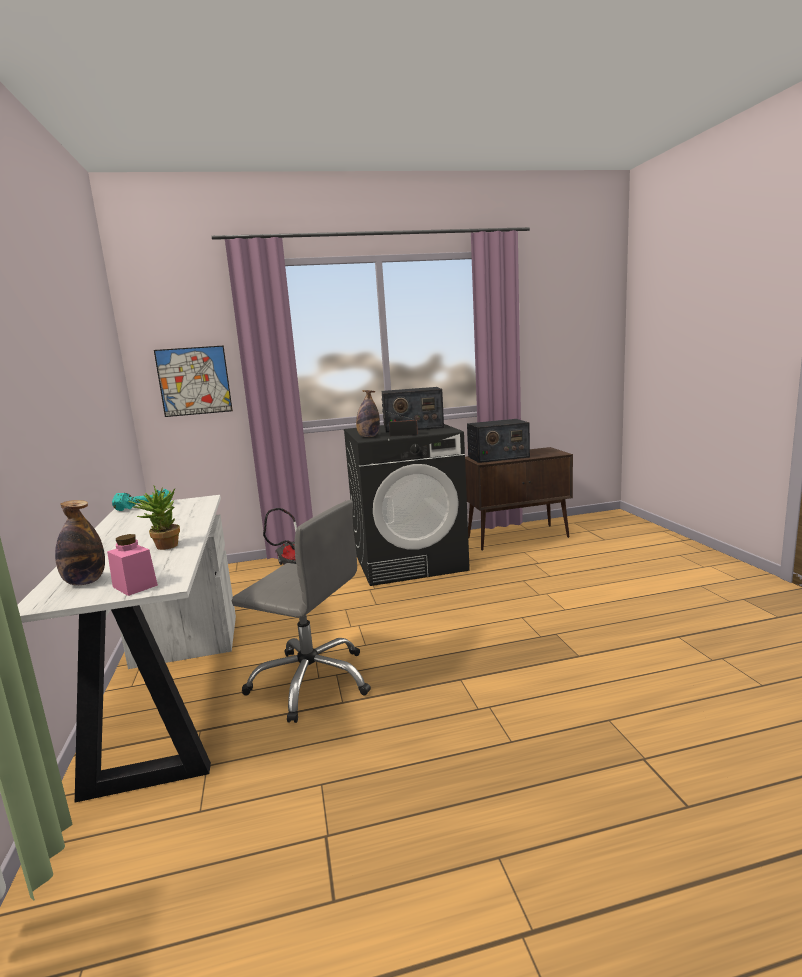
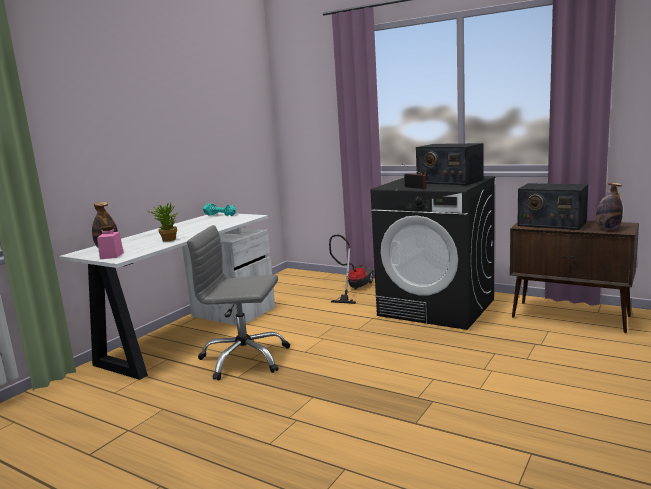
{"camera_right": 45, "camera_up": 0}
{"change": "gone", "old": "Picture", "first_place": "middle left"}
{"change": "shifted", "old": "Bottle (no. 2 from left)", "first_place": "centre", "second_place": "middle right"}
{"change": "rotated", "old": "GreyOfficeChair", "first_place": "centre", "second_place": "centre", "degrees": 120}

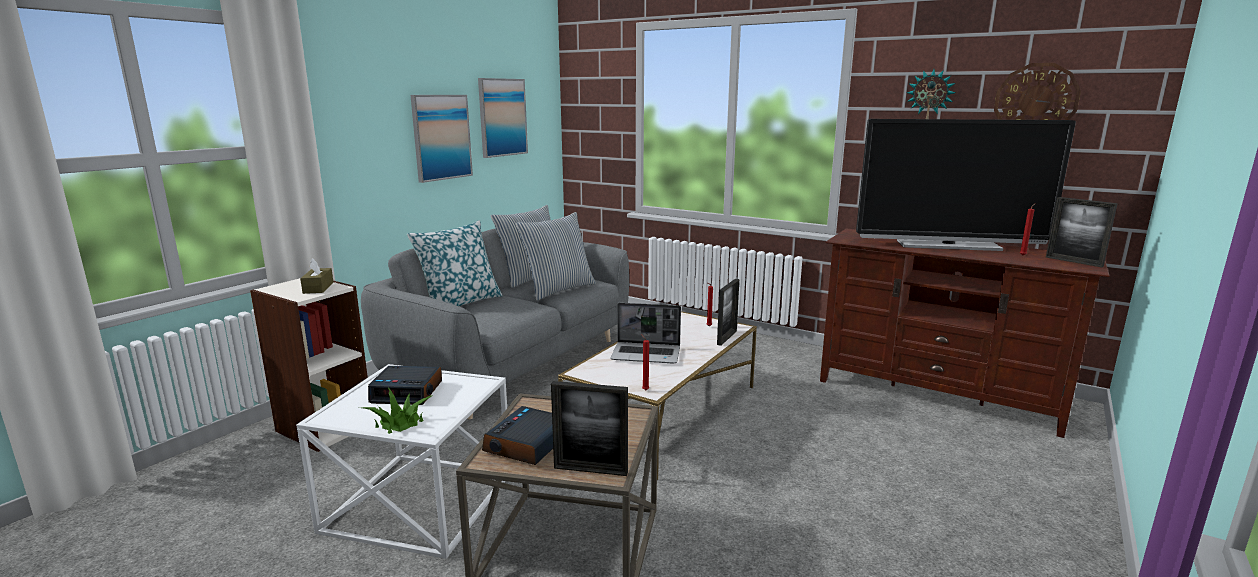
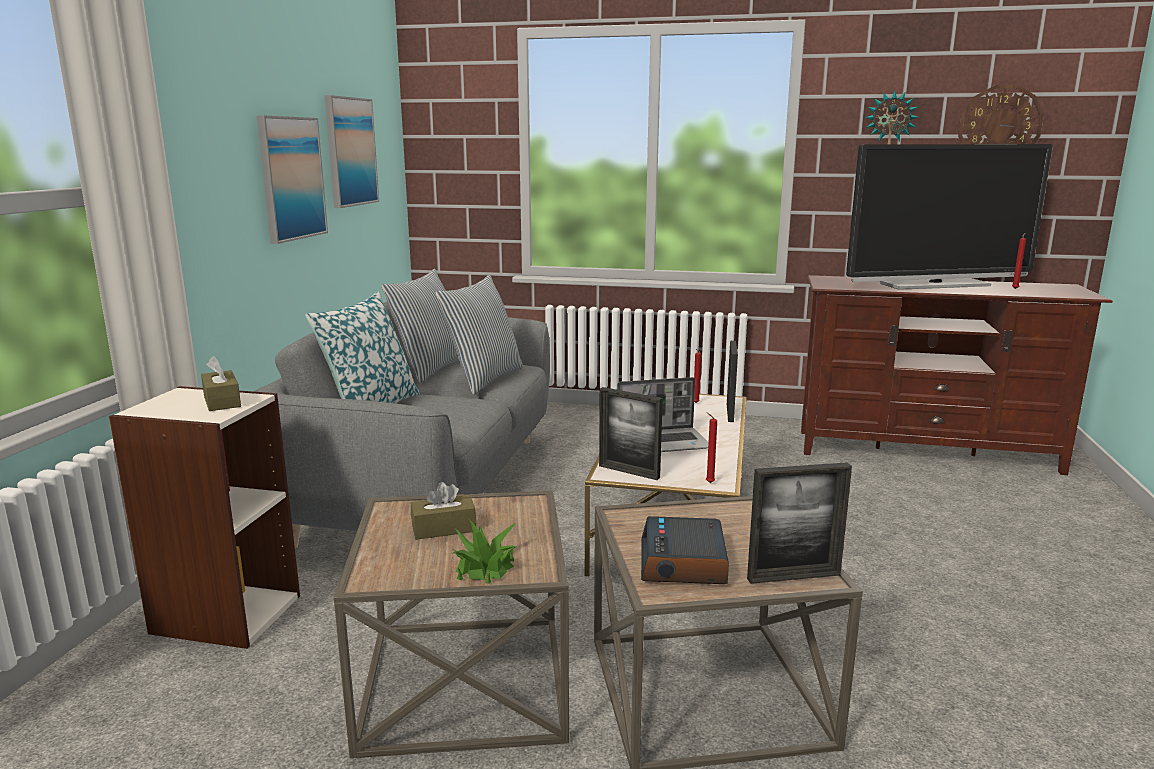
{"camera_right": -20, "camera_up": 0}
{"change": "shifted", "old": "PictureFrame (no. 3 from left in the first image)", "new": "PictureFrame (no. 1 from left)", "first_place": "middle right", "second_place": "centre"}
{"change": "repainted", "old": "WhiteSideTable", "new": "BrownSideTable (no. 1 from left)", "first_place": "bottom left", "second_place": "bottom centre"}
{"change": "swapped", "old": "AlarmClock (no. 1 from left)", "new": "BrownTissueBox (no. 2 from left)", "first_place": "bottom left", "second_place": "centre"}

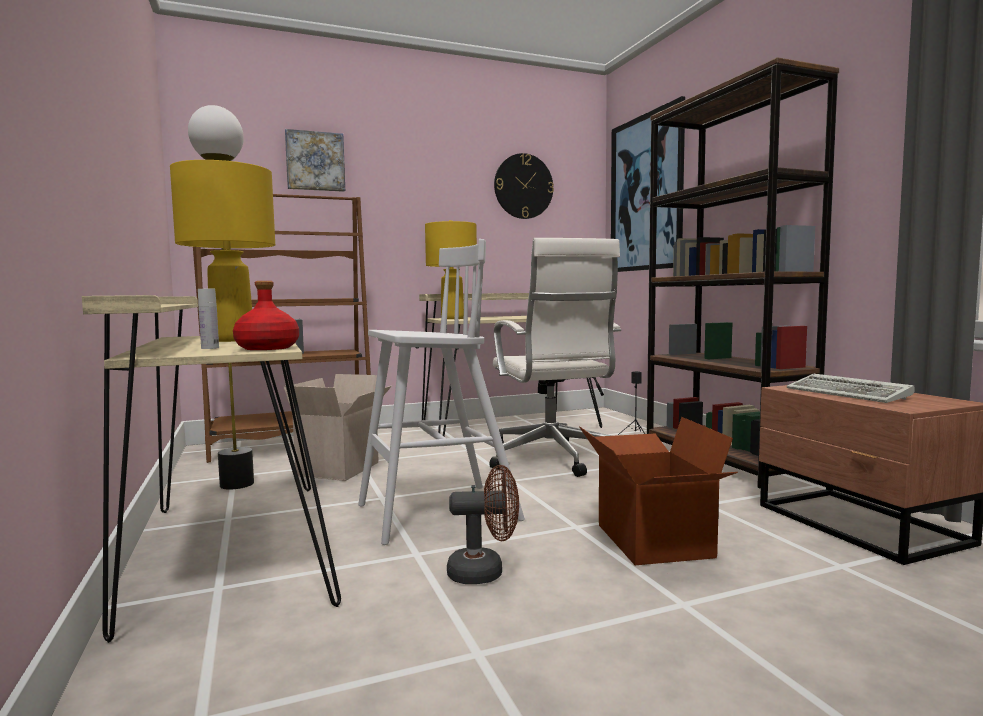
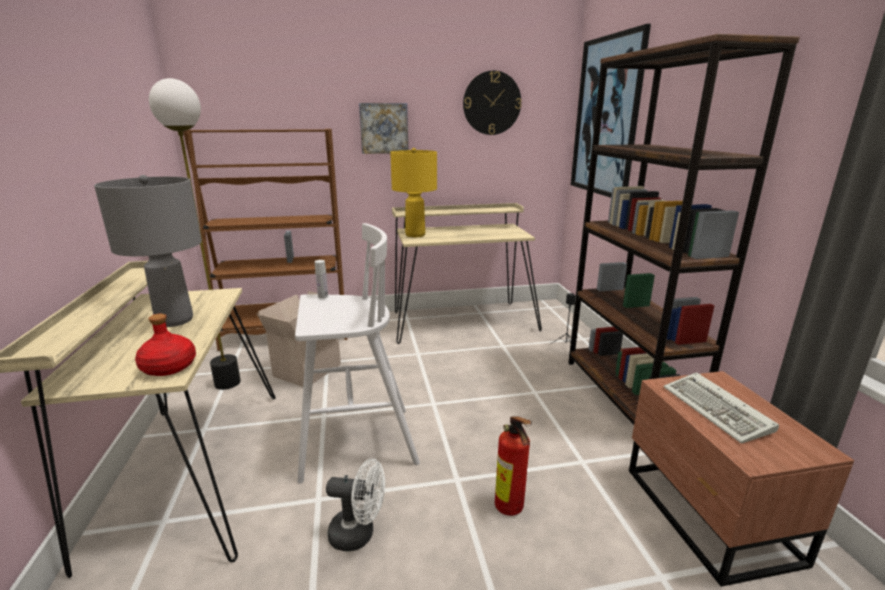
{"camera_right": 10, "camera_up": 15}
{"change": "shifted", "old": "Picture (no. 1 from left)", "first_place": "top left", "second_place": "top centre"}
{"change": "repainted", "old": "YellowTableLamp (no. 1 from left)", "new": "GreyTableLamp", "first_place": "middle left", "second_place": "middle left"}
{"change": "gone", "old": "WhiteOfficeChair", "first_place": "centre"}
{"change": "shifted", "old": "WhiteBottle", "first_place": "middle left", "second_place": "centre"}
{"change": "swapped", "old": "CardboardBox (no. 2 from left)", "new": "FireExtinguisher", "first_place": "bottom right", "second_place": "bottom centre"}
{"change": "repainted", "old": "BrownFan", "new": "WhiteFan", "first_place": "bottom centre", "second_place": "bottom centre"}

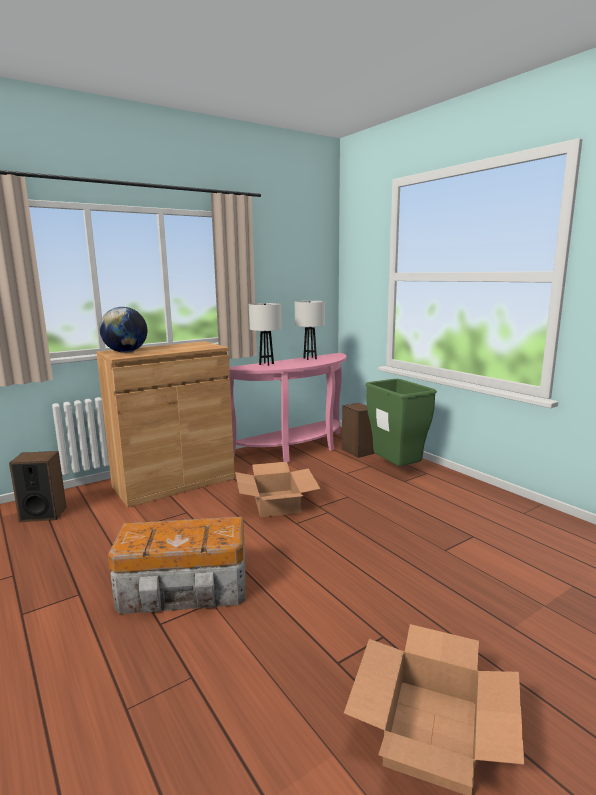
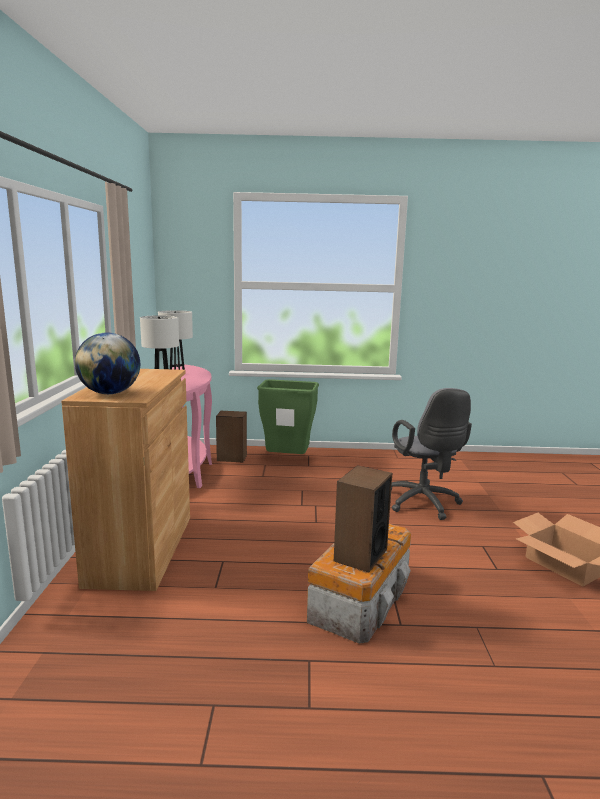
{"camera_right": -55, "camera_up": 0}
{"change": "shifted", "old": "Speaker (no. 1 from left in the first image)", "new": "Speaker (no. 2 from left)", "first_place": "middle left", "second_place": "centre"}
{"change": "gone", "old": "CardboardBox (no. 1 from left)", "first_place": "centre"}
{"change": "new", "new": "GreyOfficeChair", "second_place": "middle right"}

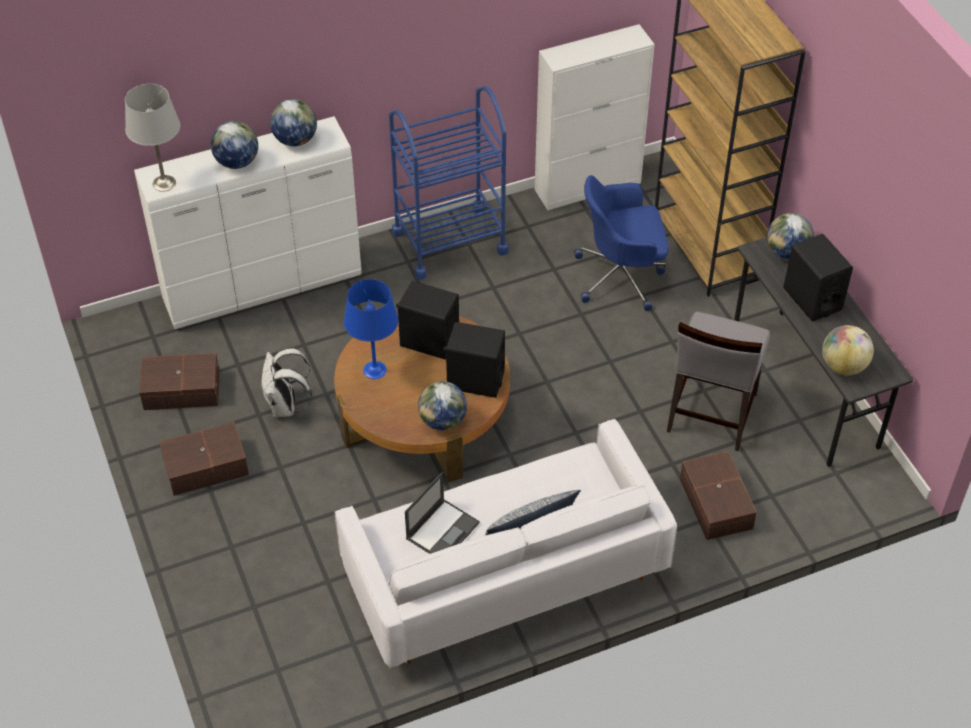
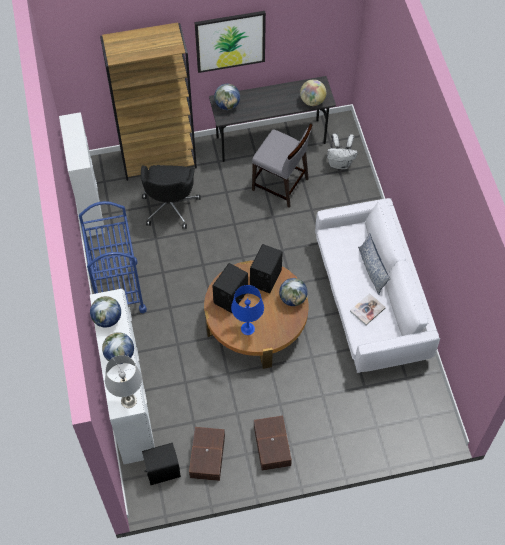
{"camera_right": -80, "camera_up": 10}
{"change": "repainted", "old": "BlueOfficeChair", "new": "BlackOfficeChair", "first_place": "centre", "second_place": "centre"}
{"change": "shifted", "old": "BlackSpeaker (no. 3 from left in the first image)", "new": "BlackSpeaker (no. 1 from left)", "first_place": "middle right", "second_place": "bottom left"}
{"change": "shifted", "old": "WhiteBackpack", "first_place": "middle left", "second_place": "top right"}
{"change": "gone", "old": "BrownStorageBox (no. 3 from left)", "first_place": "bottom right"}
{"change": "swapped", "old": "Laptop", "new": "Book", "first_place": "bottom centre", "second_place": "middle right"}
{"change": "new", "new": "Picture", "second_place": "top centre"}

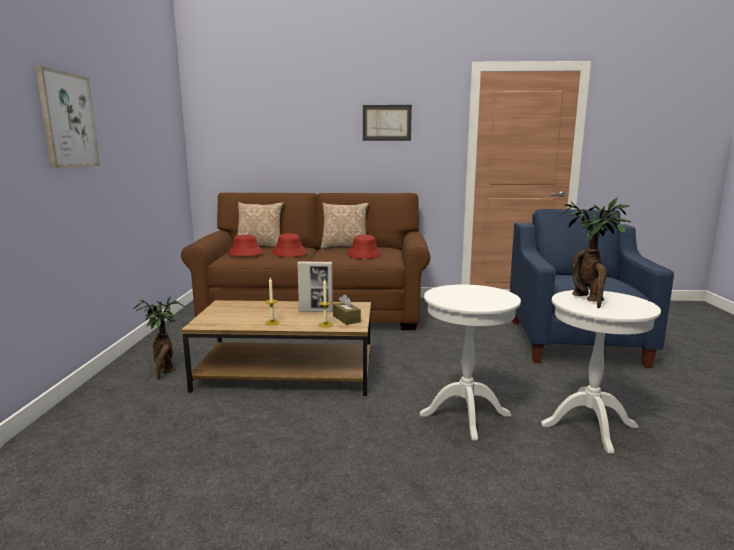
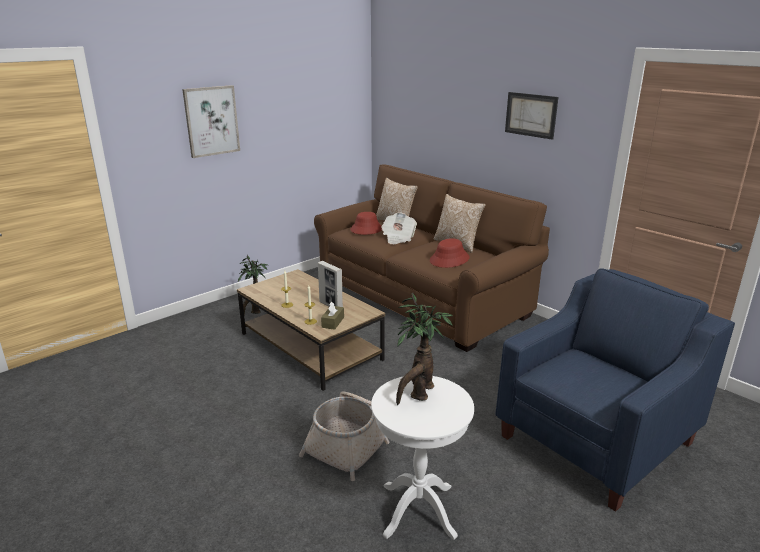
{"camera_right": 45, "camera_up": 10}
{"change": "swapped", "old": "RedHat (no. 2 from left)", "new": "Newspaper", "first_place": "centre", "second_place": "centre"}
{"change": "swapped", "old": "WhiteSideTable (no. 1 from left)", "new": "Basket", "first_place": "centre", "second_place": "bottom centre"}

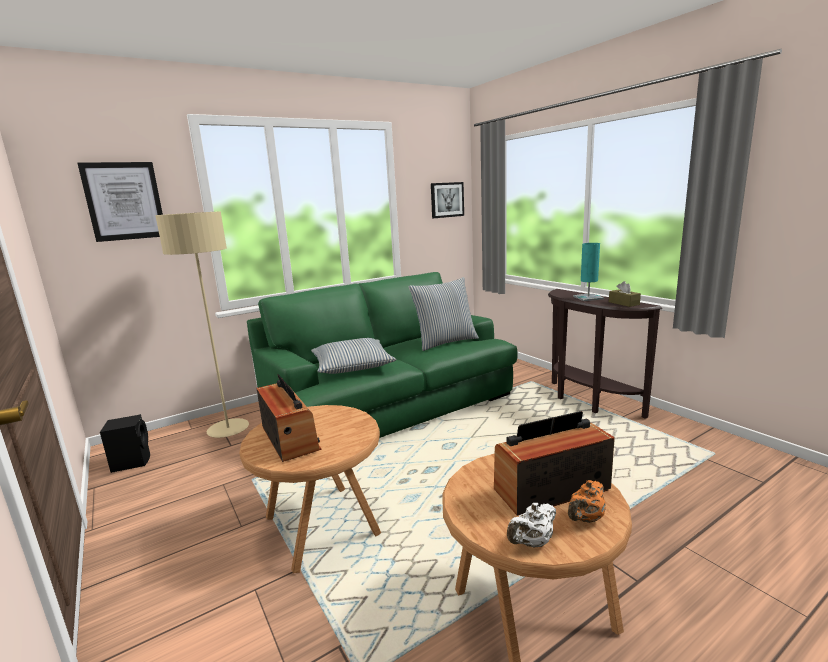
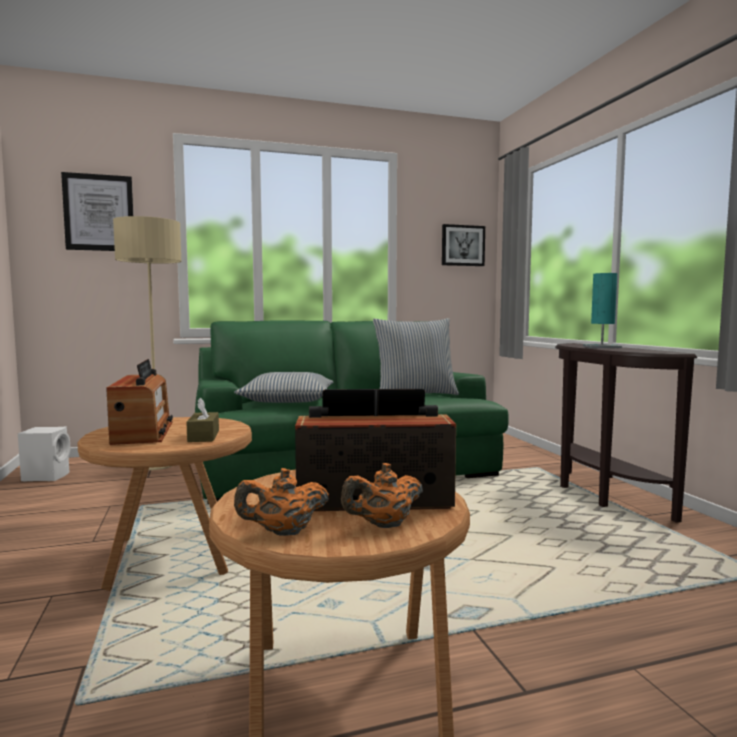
{"camera_right": 15, "camera_up": -10}
{"change": "shifted", "old": "BrownTissueBox", "first_place": "middle right", "second_place": "middle left"}
{"change": "repainted", "old": "BlackSpeaker", "new": "WhiteSpeaker", "first_place": "bottom left", "second_place": "middle left"}
{"change": "repainted", "old": "WhiteTeapot", "new": "OrangeTeapot (no. 1 from left)", "first_place": "bottom centre", "second_place": "bottom centre"}

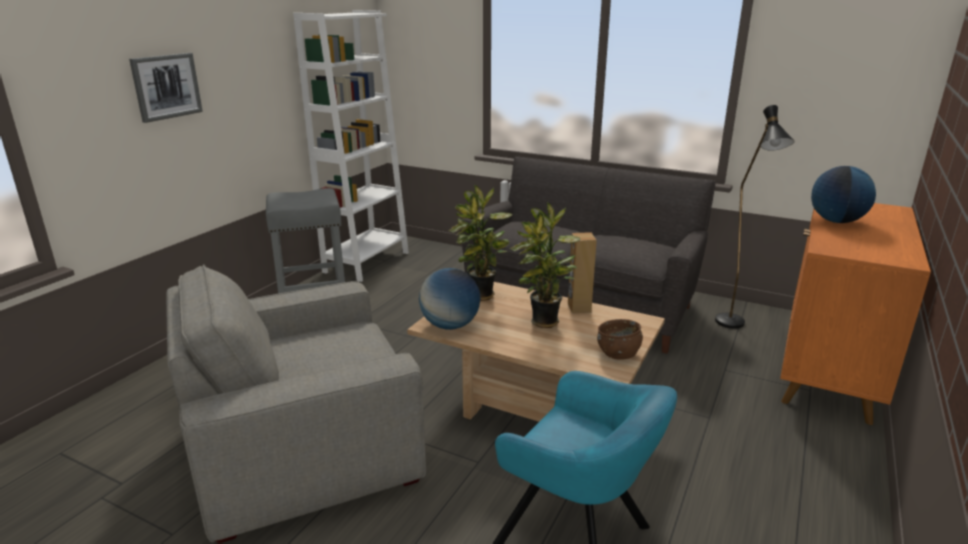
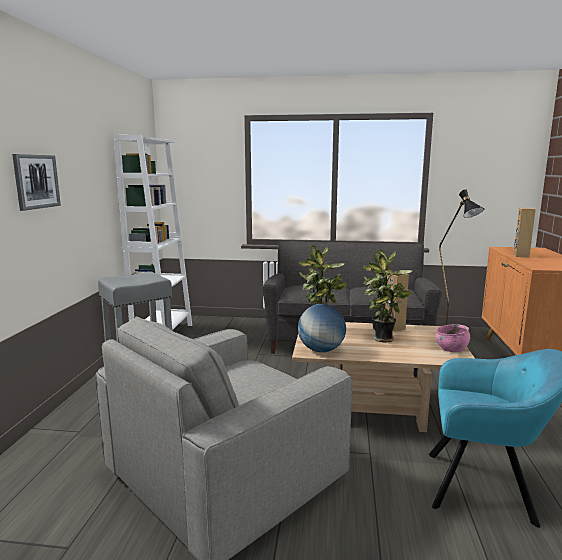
{"camera_right": -20, "camera_up": -10}
{"change": "swapped", "old": "Globe (no. 2 from left)", "new": "BrownSpeaker (no. 2 from left)", "first_place": "middle right", "second_place": "middle right"}
{"change": "repainted", "old": "BrownBowl", "new": "PinkBowl", "first_place": "centre", "second_place": "middle right"}

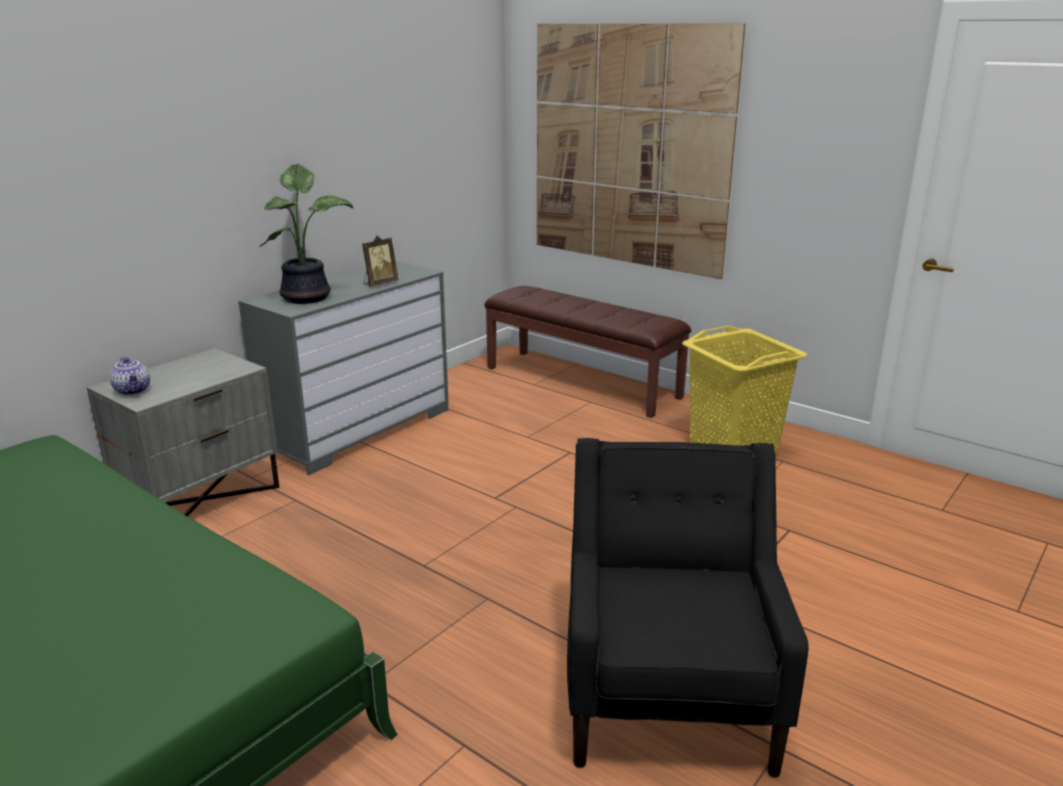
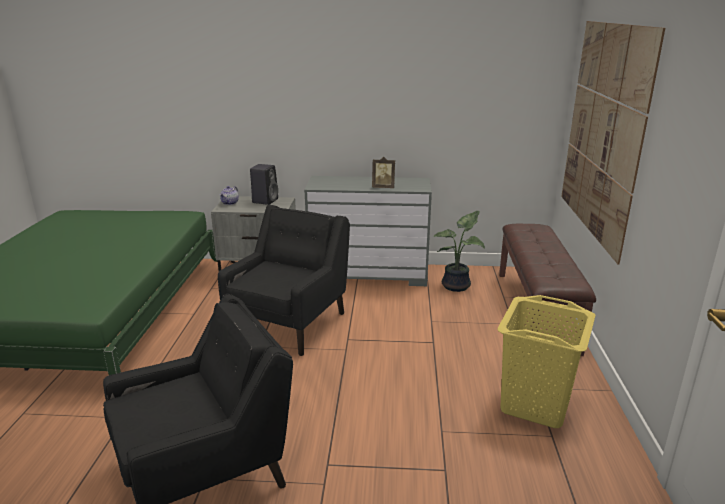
{"camera_right": 55, "camera_up": 0}
{"change": "shifted", "old": "PottedPlant", "first_place": "top left", "second_place": "centre"}
{"change": "new", "new": "BlackSpeaker", "second_place": "centre"}
{"change": "new", "new": "BlackArmchair (no. 2 from left)", "second_place": "centre"}

